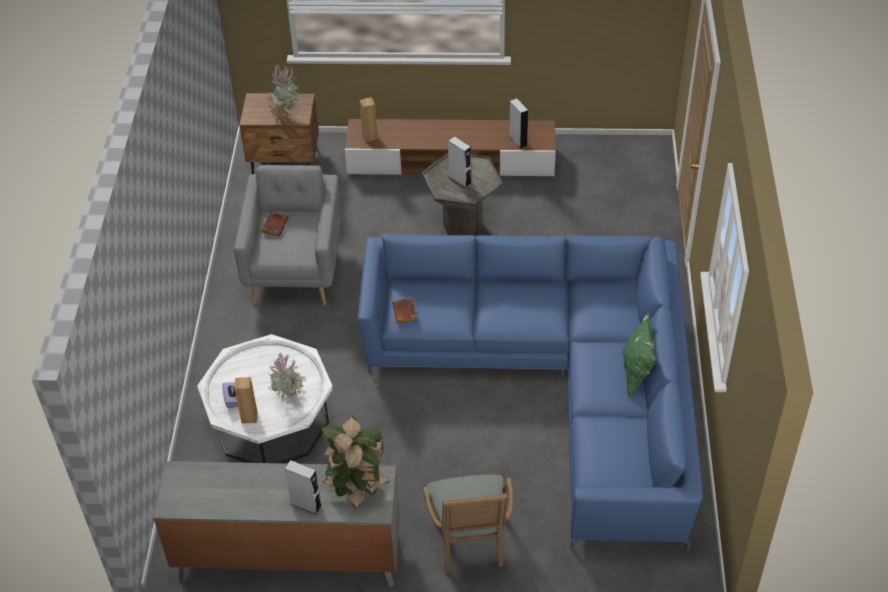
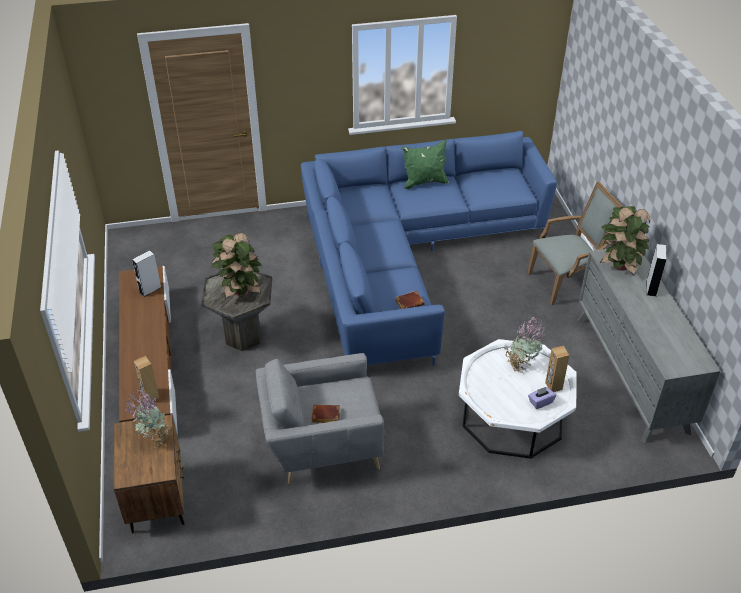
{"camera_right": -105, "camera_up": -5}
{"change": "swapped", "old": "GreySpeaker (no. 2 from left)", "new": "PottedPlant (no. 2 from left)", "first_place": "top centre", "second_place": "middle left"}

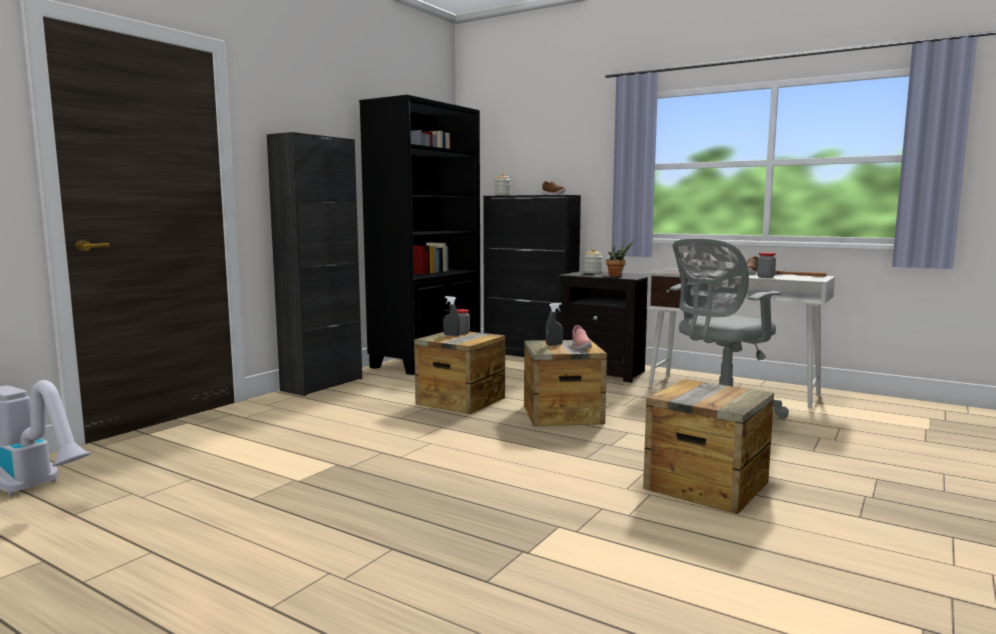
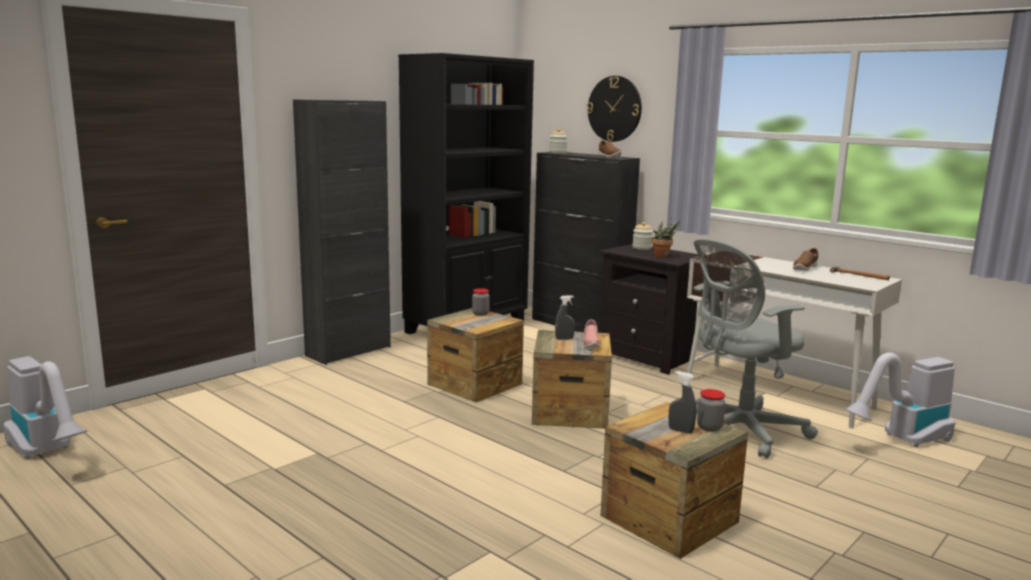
{"camera_right": 10, "camera_up": 5}
{"change": "shifted", "old": "Jar (no. 4 from left)", "first_place": "middle right", "second_place": "bottom right"}
{"change": "shifted", "old": "GreySprayBottle (no. 1 from left in the first image)", "new": "GreySprayBottle (no. 2 from left)", "first_place": "centre", "second_place": "bottom centre"}
{"change": "new", "new": "WallClock", "second_place": "top centre"}
{"change": "new", "new": "VacuumCleaner (no. 2 from left)", "second_place": "bottom right"}

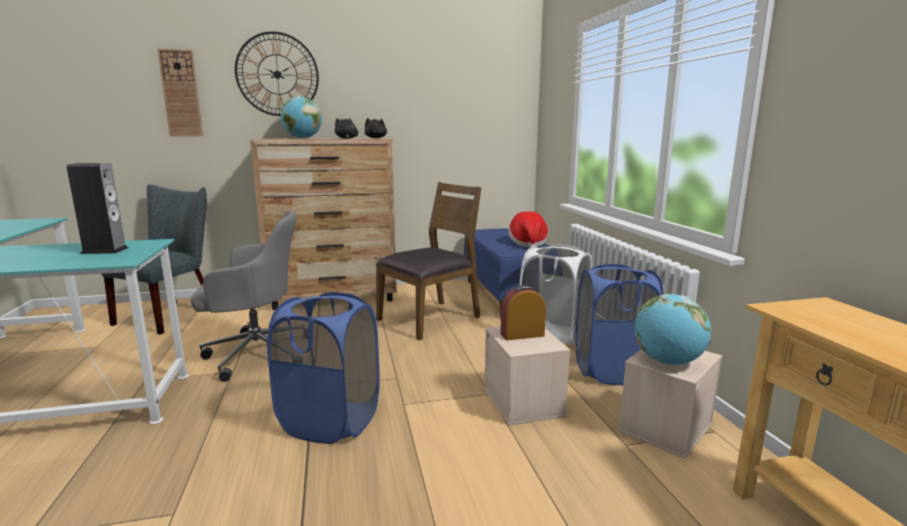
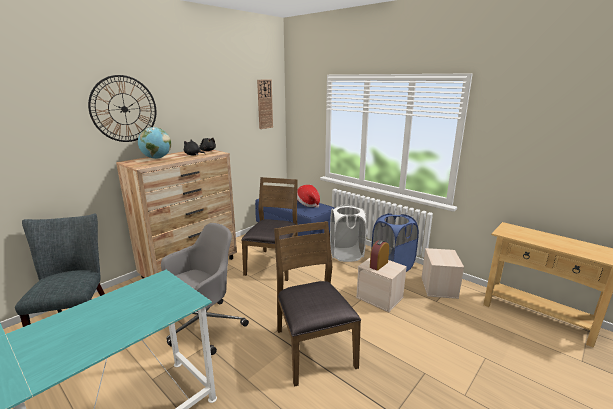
{"camera_right": -35, "camera_up": 5}
{"change": "shifted", "old": "WallClock (no. 1 from left in the first image)", "new": "WallClock (no. 2 from left)", "first_place": "top left", "second_place": "top centre"}
{"change": "gone", "old": "Speaker", "first_place": "middle left"}
{"change": "swapped", "old": "BlueLaundryBasket (no. 1 from left)", "new": "BrownChair (no. 2 from left)", "first_place": "bottom centre", "second_place": "bottom centre"}
{"change": "gone", "old": "Globe (no. 2 from left)", "first_place": "middle right"}

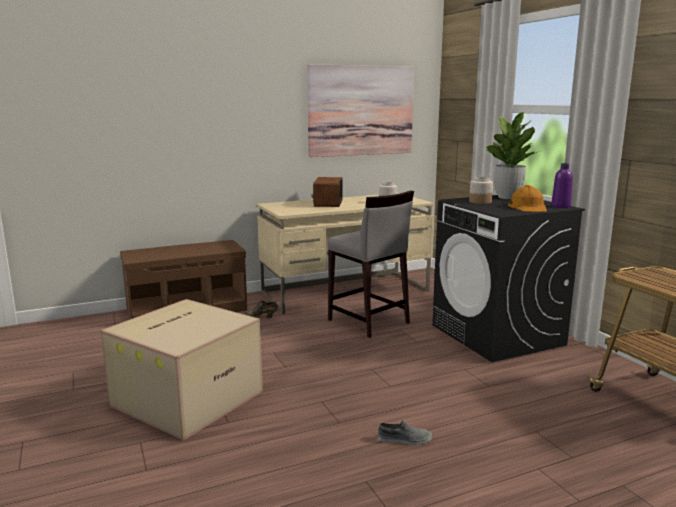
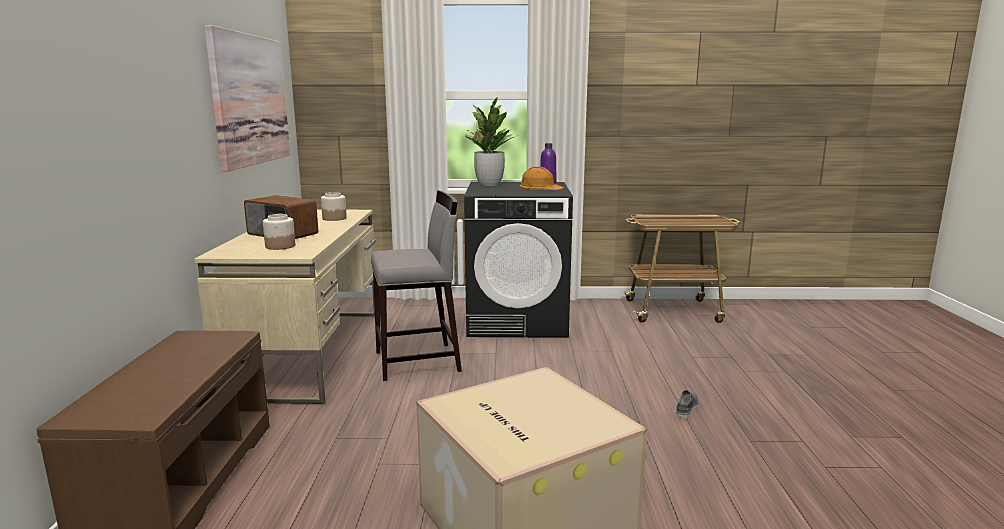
{"camera_right": -65, "camera_up": 0}
{"change": "shifted", "old": "Jar (no. 2 from left in the first image)", "new": "Jar (no. 1 from left)", "first_place": "middle right", "second_place": "middle left"}
{"change": "gone", "old": "BrownShoe", "first_place": "centre"}

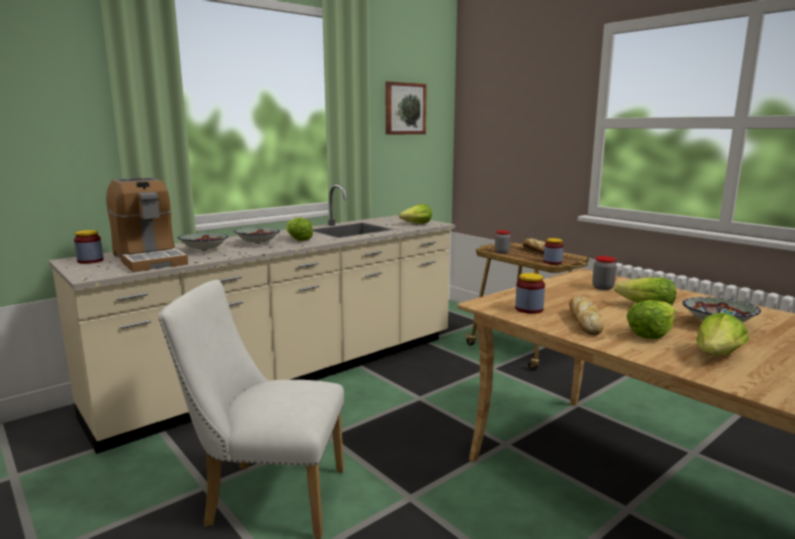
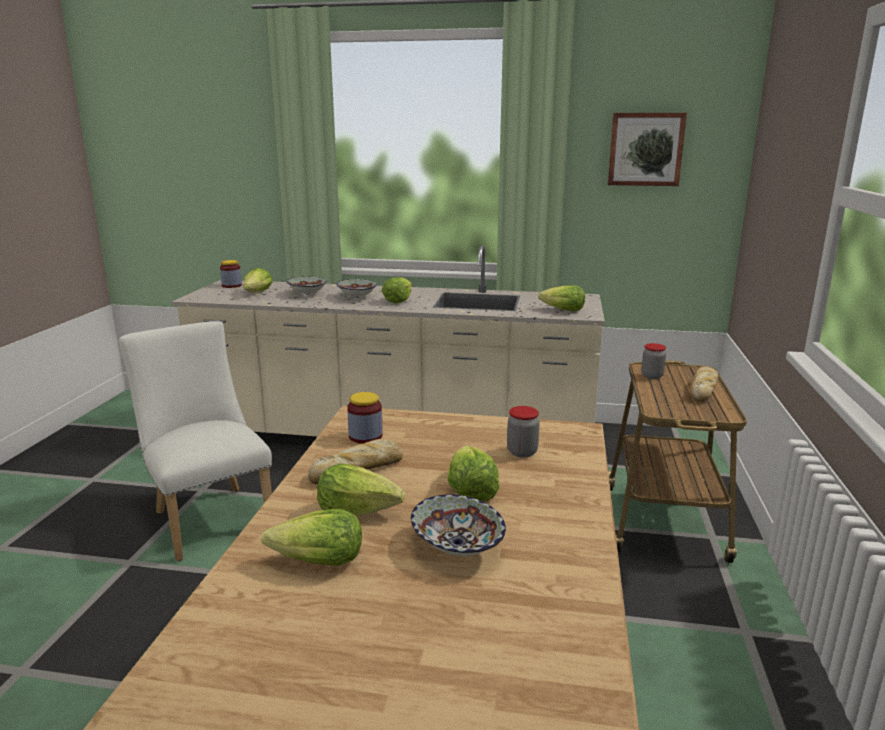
{"camera_right": 50, "camera_up": 5}
{"change": "swapped", "old": "CoffeeMachine", "new": "Lettuce (no. 1 from left)", "first_place": "middle left", "second_place": "middle left"}
{"change": "gone", "old": "Jar (no. 4 from left)", "first_place": "middle right"}

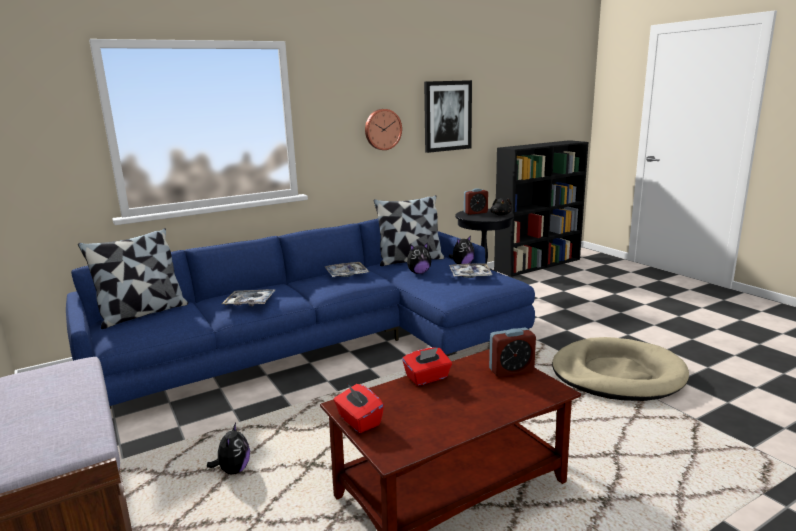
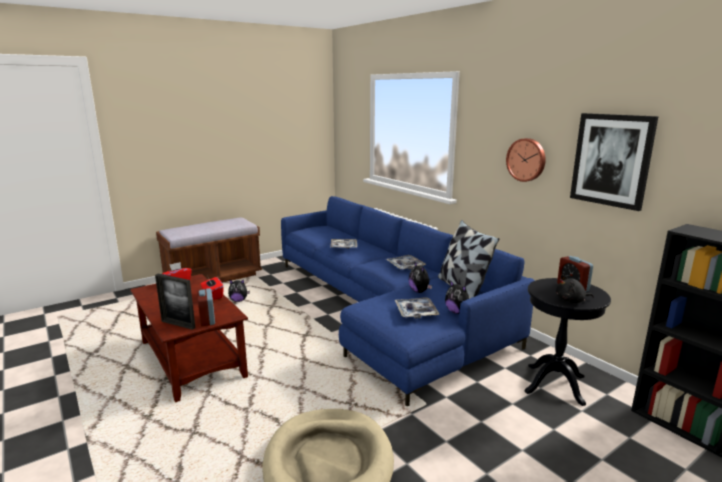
{"camera_right": 85, "camera_up": 0}
{"change": "gone", "old": "Pillow (no. 1 from left)", "first_place": "middle left"}
{"change": "new", "new": "PictureFrame", "second_place": "middle left"}

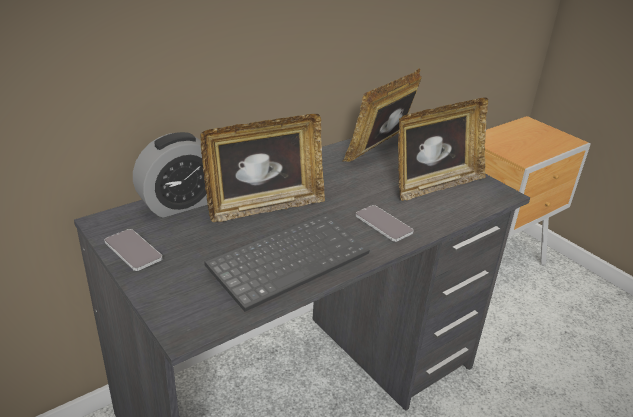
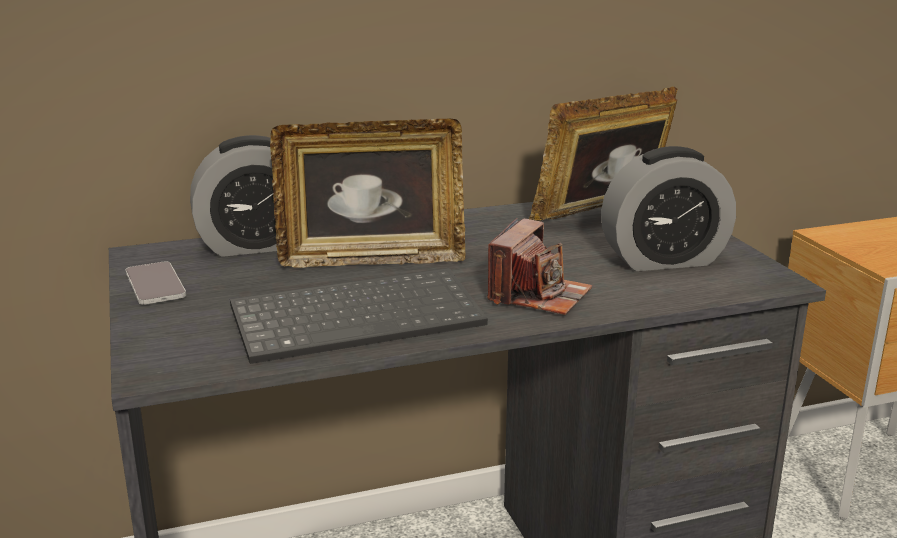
{"camera_right": 20, "camera_up": -10}
{"change": "swapped", "old": "PictureFrame (no. 3 from left)", "new": "AlarmClock (no. 2 from left)", "first_place": "middle right", "second_place": "middle right"}
{"change": "swapped", "old": "Phone (no. 2 from left)", "new": "PhotoCamera", "first_place": "centre", "second_place": "centre"}

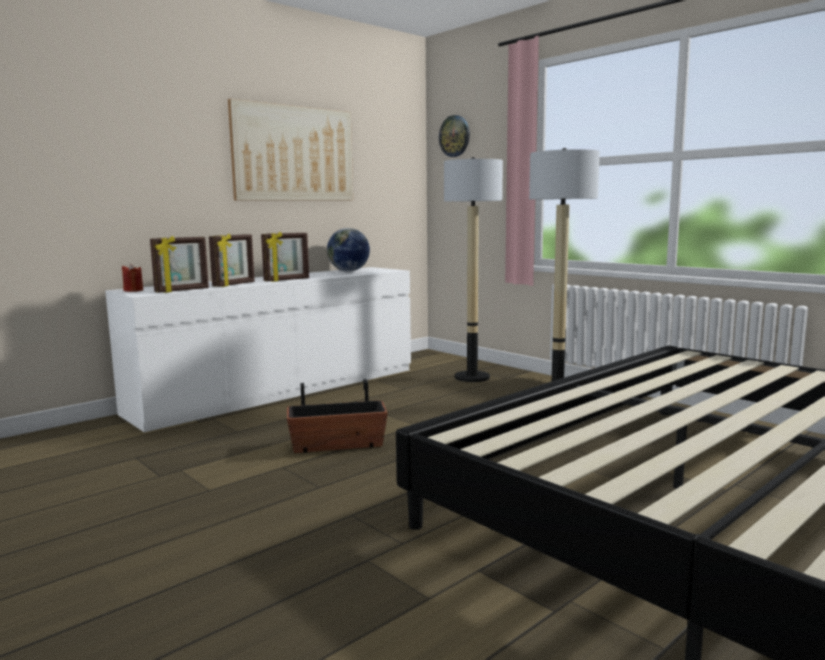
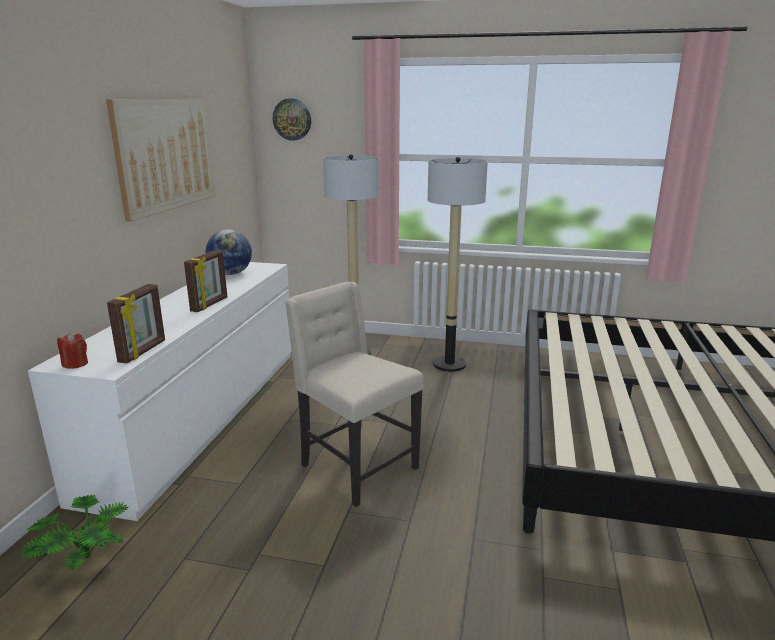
{"camera_right": -35, "camera_up": 10}
{"change": "gone", "old": "PictureFrame (no. 2 from left)", "first_place": "middle left"}
{"change": "swapped", "old": "Planter", "new": "BeigeChair", "first_place": "centre", "second_place": "centre"}
{"change": "new", "new": "PottedPlant", "second_place": "bottom left"}

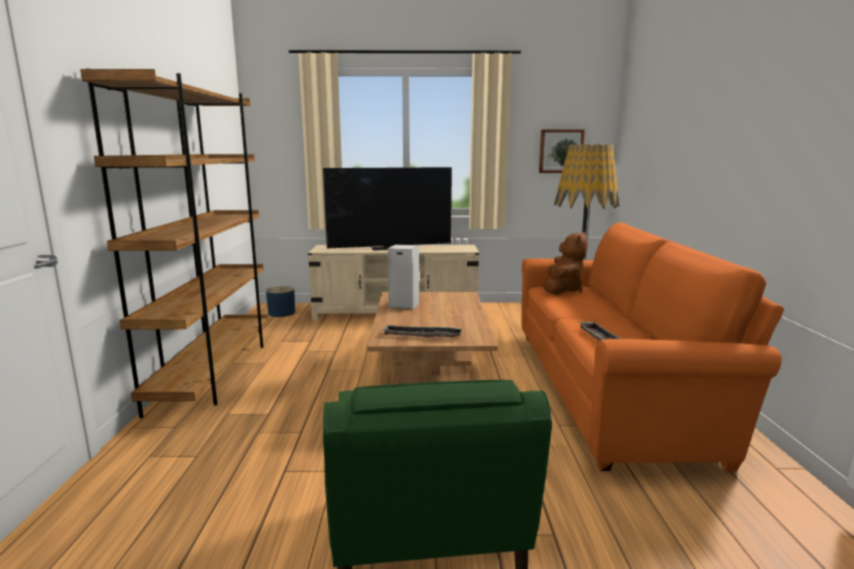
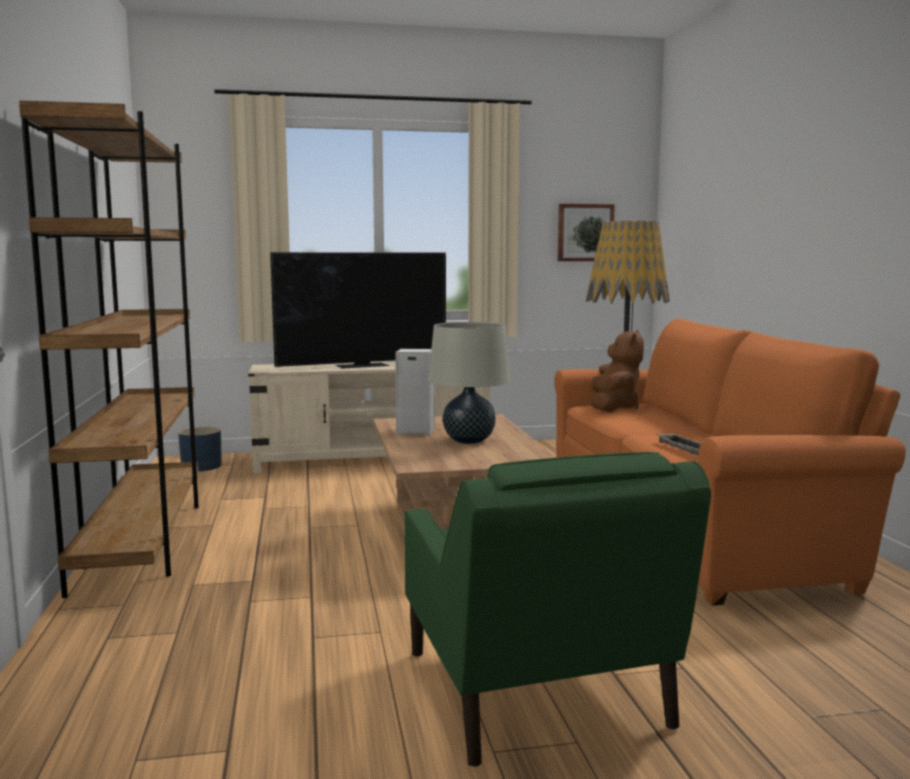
{"camera_right": -10, "camera_up": -5}
{"change": "gone", "old": "Tray (no. 1 from left)", "first_place": "centre"}
{"change": "new", "new": "BeigeTableLamp", "second_place": "centre"}

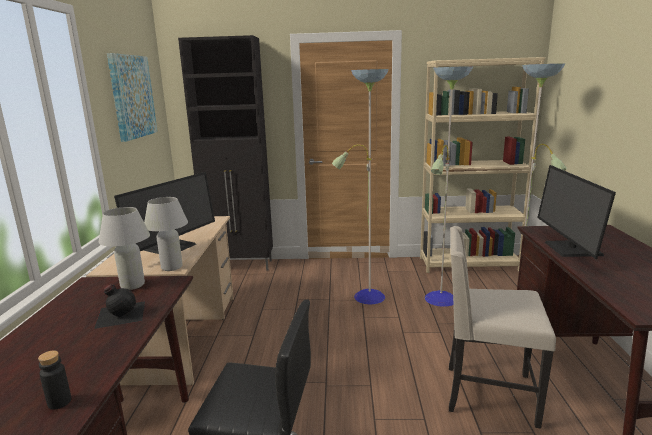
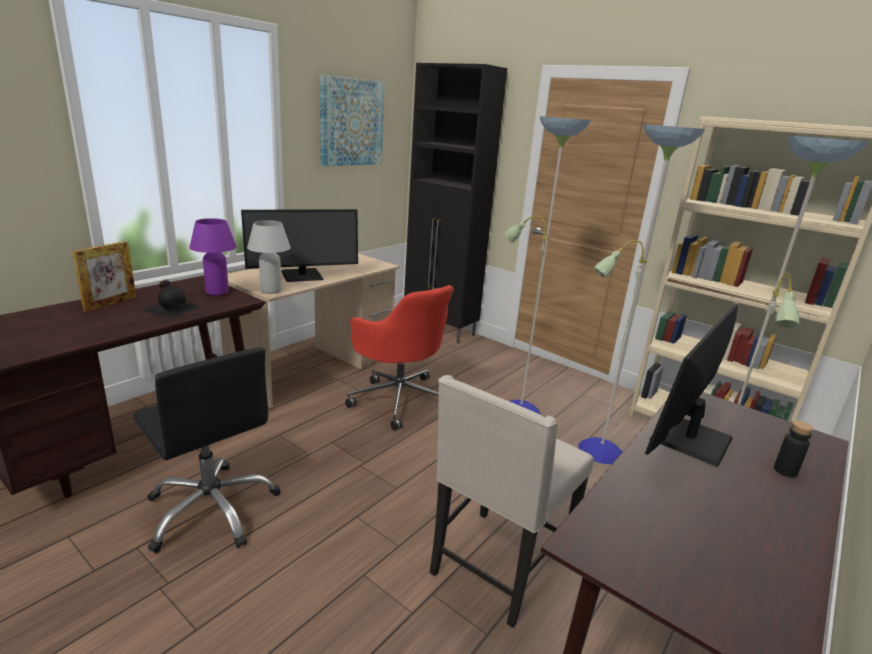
{"camera_right": 35, "camera_up": 5}
{"change": "repainted", "old": "WhiteTableLamp (no. 1 from left)", "new": "PurpleTableLamp", "first_place": "middle left", "second_place": "middle left"}
{"change": "rotated", "old": "BeigeChair", "first_place": "bottom right", "second_place": "bottom centre", "degrees": -105}
{"change": "shifted", "old": "BlackBottle (no. 1 from left in the first image)", "new": "BlackBottle (no. 2 from left)", "first_place": "bottom left", "second_place": "bottom right"}
{"change": "new", "new": "PictureFrame", "second_place": "middle left"}
{"change": "new", "new": "RedOfficeChair", "second_place": "centre"}

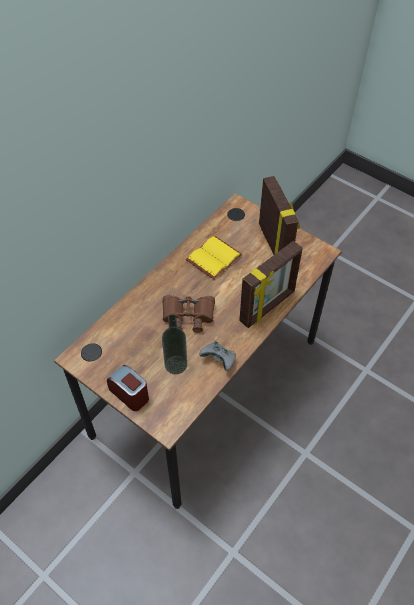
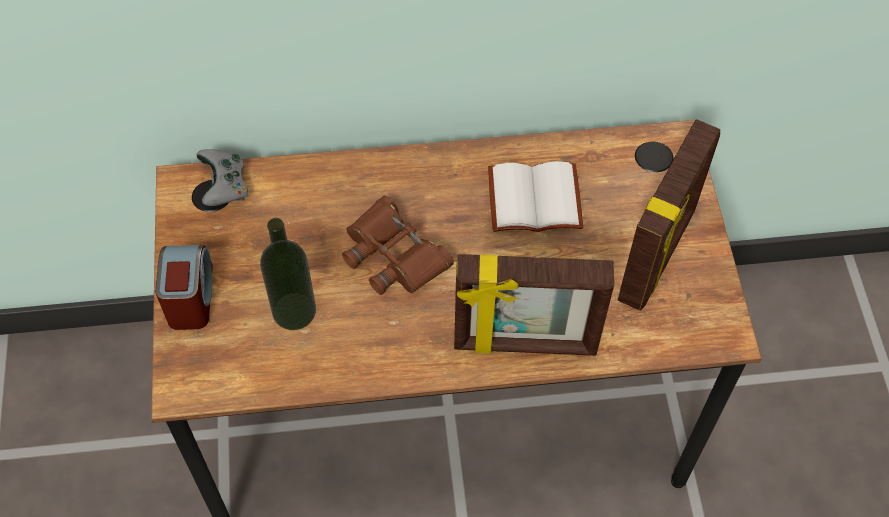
{"camera_right": 45, "camera_up": 5}
{"change": "repainted", "old": "YellowBook", "new": "WhiteBook", "first_place": "centre", "second_place": "centre"}
{"change": "shifted", "old": "GreyGameController", "first_place": "centre", "second_place": "middle left"}

